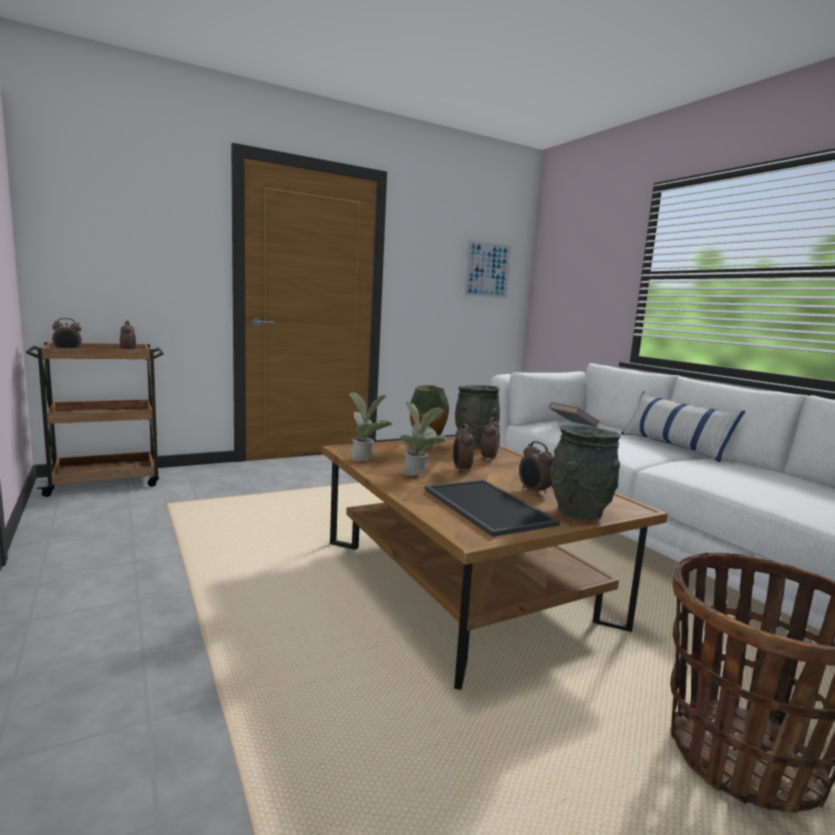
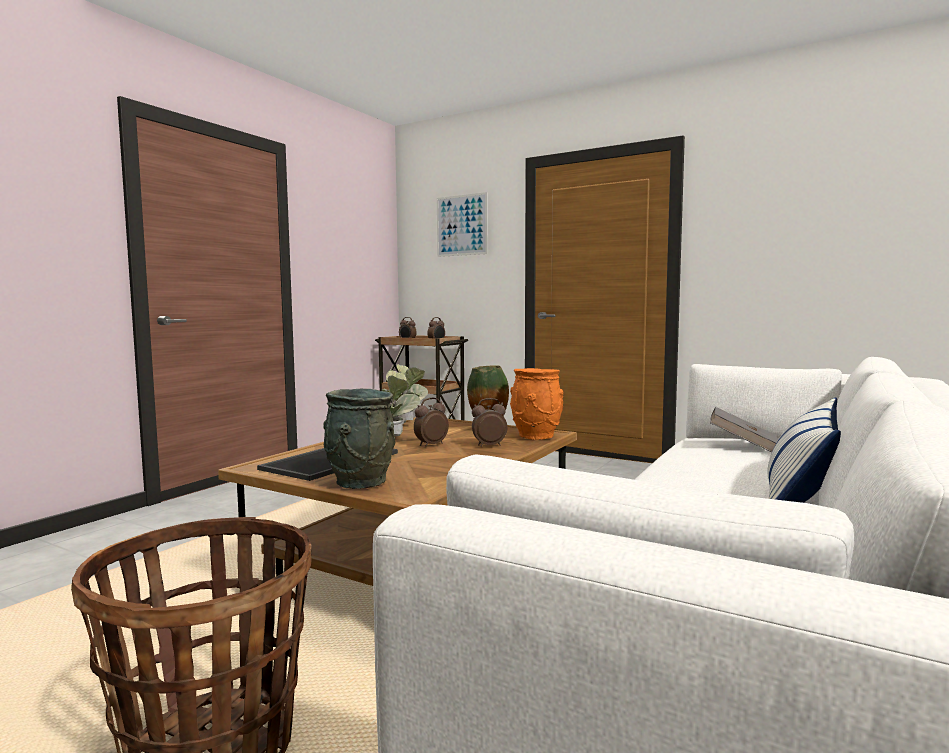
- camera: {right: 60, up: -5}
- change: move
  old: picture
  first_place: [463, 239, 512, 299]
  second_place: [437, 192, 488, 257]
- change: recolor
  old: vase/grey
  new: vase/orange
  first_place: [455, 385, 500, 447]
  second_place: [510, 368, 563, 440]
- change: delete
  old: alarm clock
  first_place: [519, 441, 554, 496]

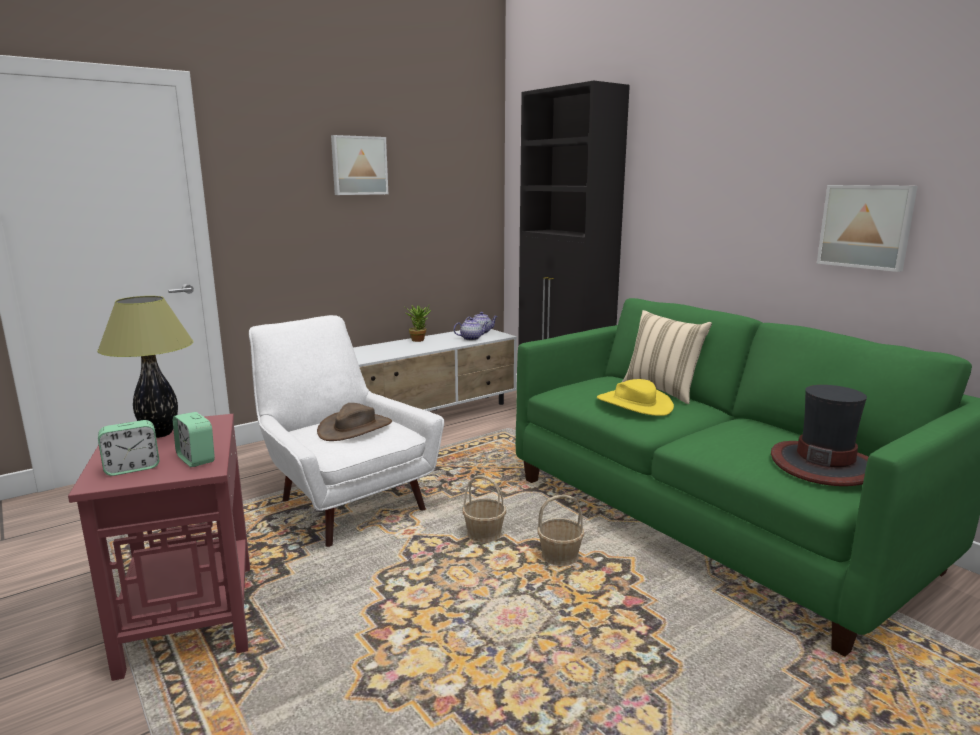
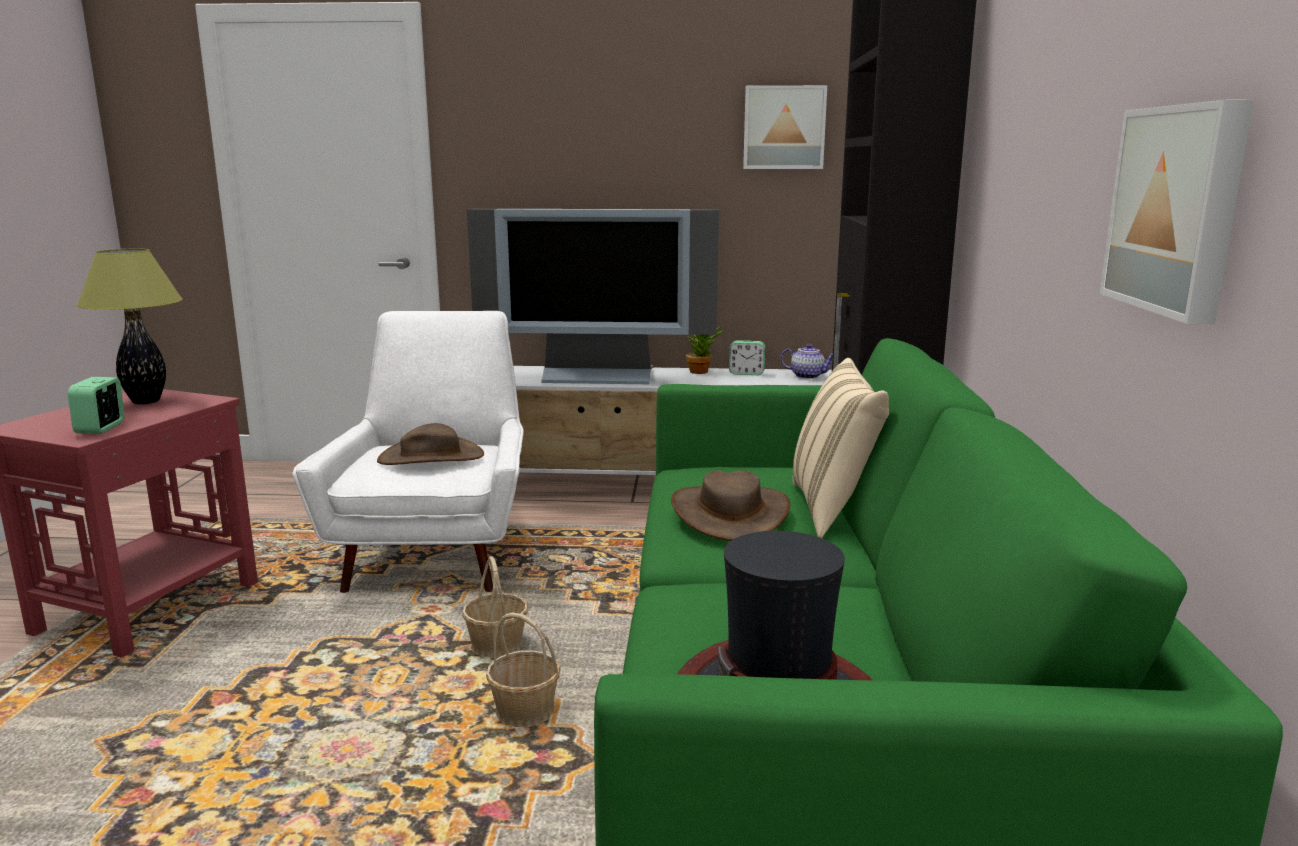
- camera: {right: 40, up: 0}
- change: insert
  new: television
  second_place: [467, 209, 719, 384]
- change: recolor
  old: hat/yellow
  new: hat/brown
  first_place: [597, 379, 674, 416]
  second_place: [671, 470, 790, 541]
- change: move
  old: alarm clock
  first_place: [98, 420, 159, 476]
  second_place: [729, 340, 766, 375]
- change: move
  old: picture
  first_place: [331, 135, 388, 195]
  second_place: [743, 85, 827, 169]
- change: delete
  old: teapot
  first_place: [454, 317, 489, 340]

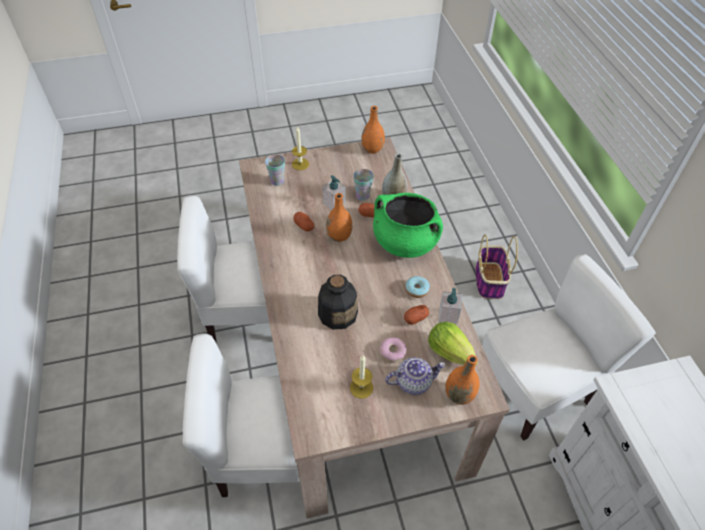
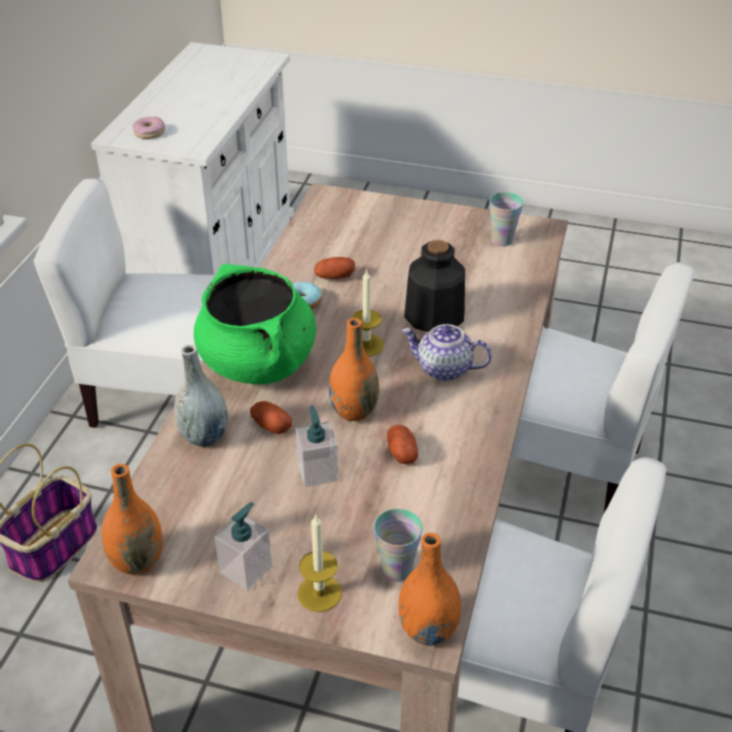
- camera: {right: -150, up: -10}
- change: move
  old: donut
  first_place: [380, 337, 407, 363]
  second_place: [132, 117, 165, 139]
- change: move
  old: soap dispenser
  first_place: [439, 288, 462, 325]
  second_place: [214, 502, 272, 590]
- change: move
  old: candle
  first_place: [350, 355, 373, 399]
  second_place: [352, 269, 384, 357]
- change: move
  old: vase/orange
  first_place: [445, 355, 480, 405]
  second_place: [398, 533, 461, 646]
- change: move
  old: teapot
  first_place: [385, 357, 446, 395]
  second_place: [402, 324, 492, 381]
- change: move
  old: cup
  first_place: [353, 169, 374, 201]
  second_place: [490, 192, 523, 246]
- change: delete
  old: lettuce
  first_place: [428, 322, 478, 365]

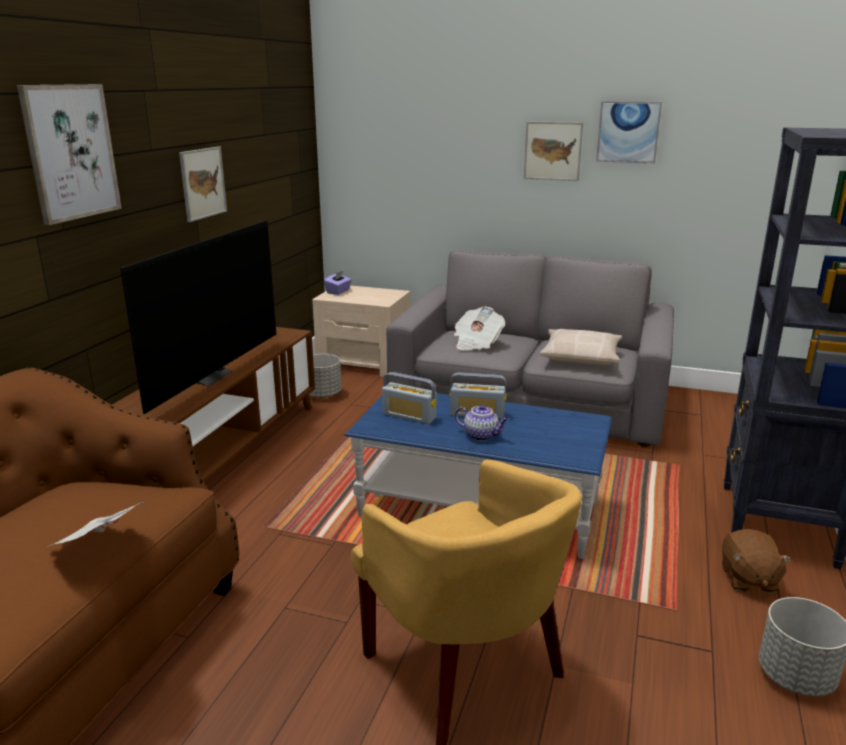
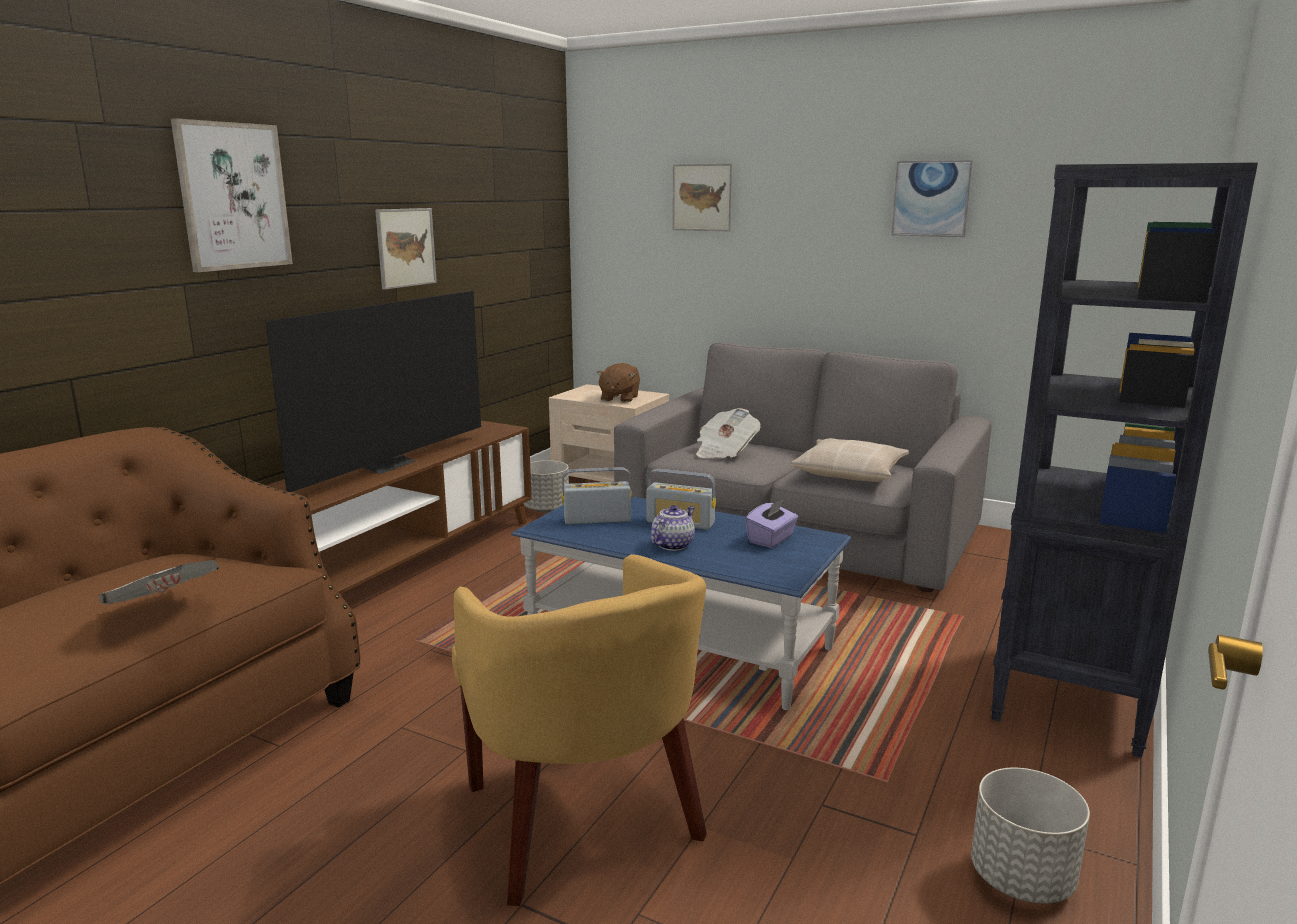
- camera: {right: 10, up: -5}
- change: rotate
  old: radio
  first_place: [382, 372, 437, 424]
  second_place: [562, 467, 632, 524]
  degrees: 135
- change: move
  old: plush toy/brown
  first_place: [722, 529, 792, 593]
  second_place: [596, 363, 640, 403]
- change: rotate
  old: teapot
  first_place: [455, 405, 509, 441]
  second_place: [651, 505, 695, 551]
  degrees: -90
- change: move
  old: picture
  first_place: [524, 121, 583, 181]
  second_place: [672, 163, 733, 231]
- change: move
  old: tissue box/purple
  first_place: [324, 270, 352, 295]
  second_place: [745, 499, 798, 548]

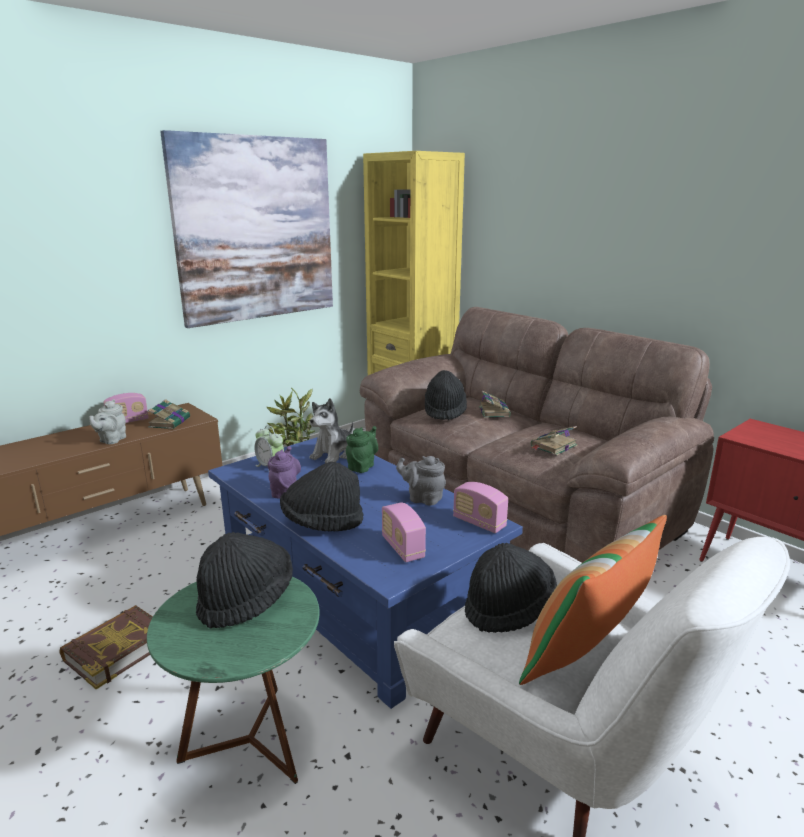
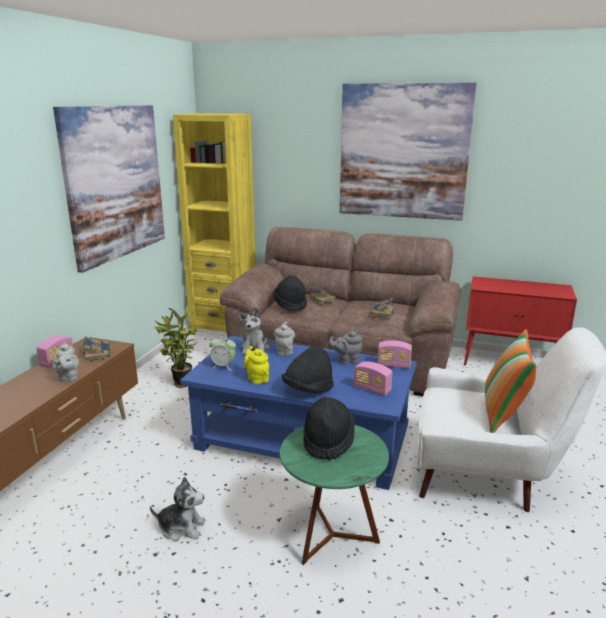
- camera: {right: -30, up: 0}
- change: replace
  old: book
  new: plush toy
  first_place: [59, 605, 153, 689]
  second_place: [150, 477, 206, 541]
- change: recolor
  old: teapot/purple
  new: teapot/yellow
  first_place: [268, 446, 301, 498]
  second_place: [244, 346, 269, 384]
- change: recolor
  old: teapot/green
  new: teapot/grey
  first_place: [346, 426, 378, 473]
  second_place: [273, 322, 295, 356]
- change: insert
  new: picture
  second_place: [340, 82, 477, 221]
- change: delete
  old: hat/black
  first_place: [465, 543, 557, 633]

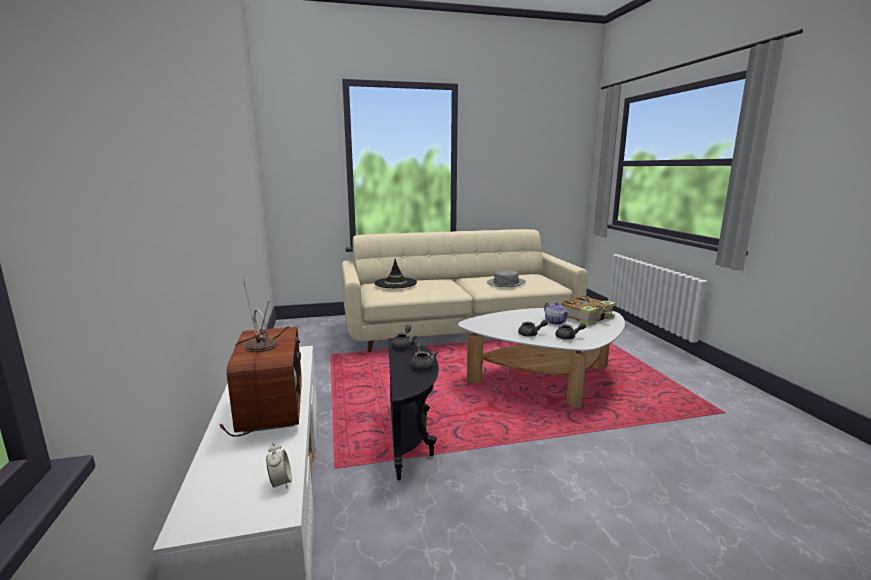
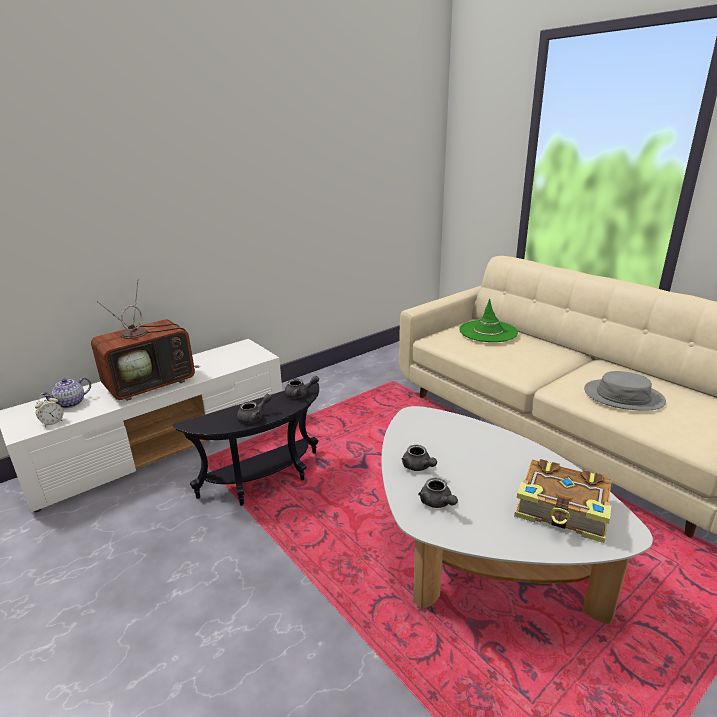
- camera: {right: 65, up: 10}
- change: move
  old: teapot
  first_place: [544, 302, 569, 325]
  second_place: [40, 377, 91, 408]
- change: recolor
  old: hat/black
  new: hat/green
  first_place: [374, 259, 417, 288]
  second_place: [459, 299, 518, 342]

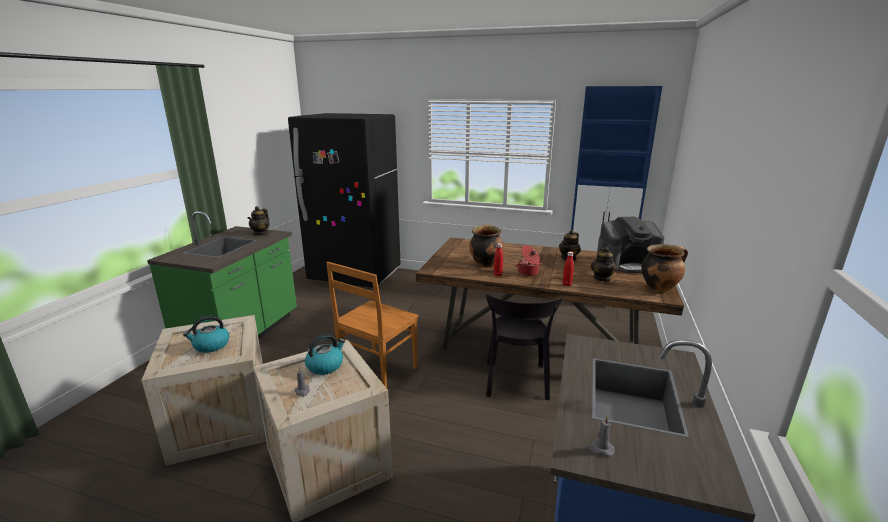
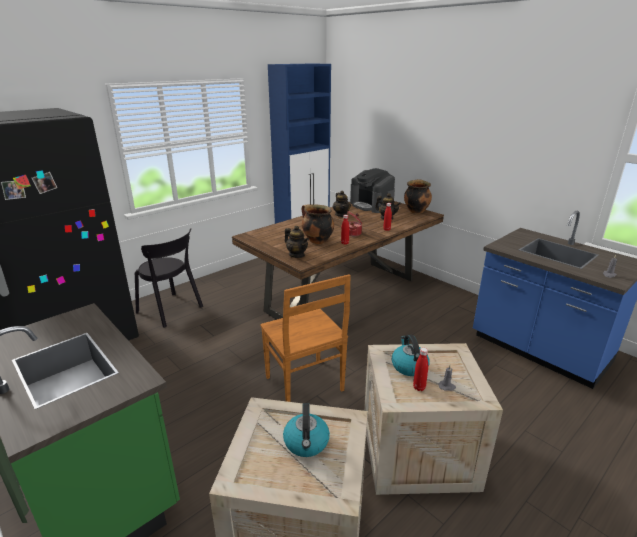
- camera: {right: -60, up: 5}
- change: move
  old: chair/black
  first_place: [486, 294, 562, 400]
  second_place: [135, 228, 203, 328]
- change: move
  old: teapot
  first_place: [247, 206, 269, 235]
  second_place: [285, 226, 309, 258]
- change: rotate
  old: coffee machine
  first_place: [596, 217, 664, 273]
  second_place: [350, 168, 395, 213]
  degrees: 120
- change: insert
  new: bottle/red
  second_place: [413, 348, 428, 391]

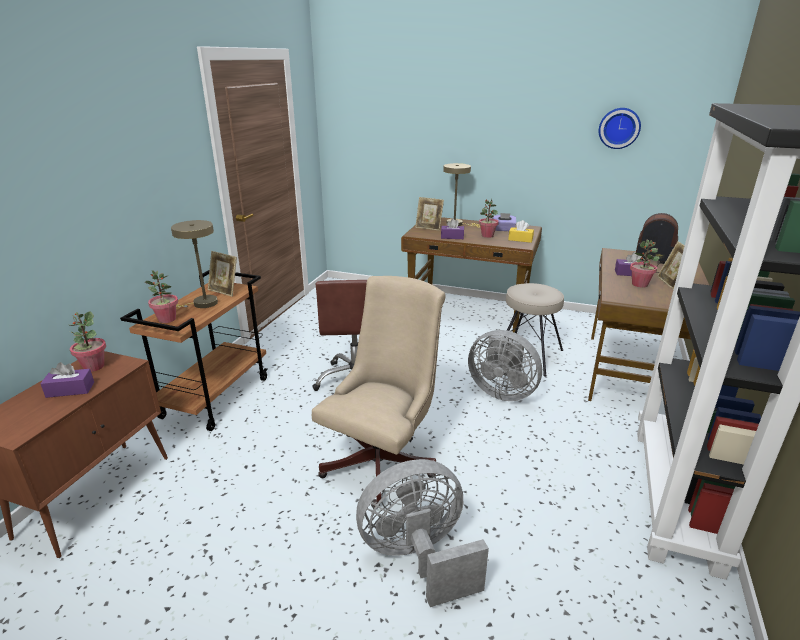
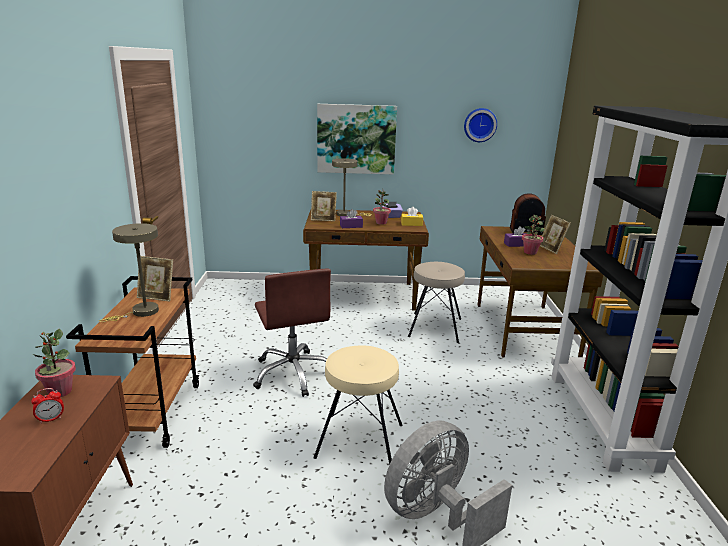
- camera: {right: -20, up: -5}
- change: replace
  old: tissue box/purple
  new: alarm clock
  first_place: [40, 362, 94, 398]
  second_place: [31, 388, 64, 423]
- change: replace
  old: office chair/beige
  new: stool/beige
  first_place: [312, 276, 446, 508]
  second_place: [313, 346, 403, 465]
- change: insert
  new: picture
  second_place: [317, 104, 397, 175]
- change: delete
  old: potted plant
  first_place: [145, 270, 178, 323]
- change: delete
  old: fan/grey
  first_place: [468, 330, 542, 401]

